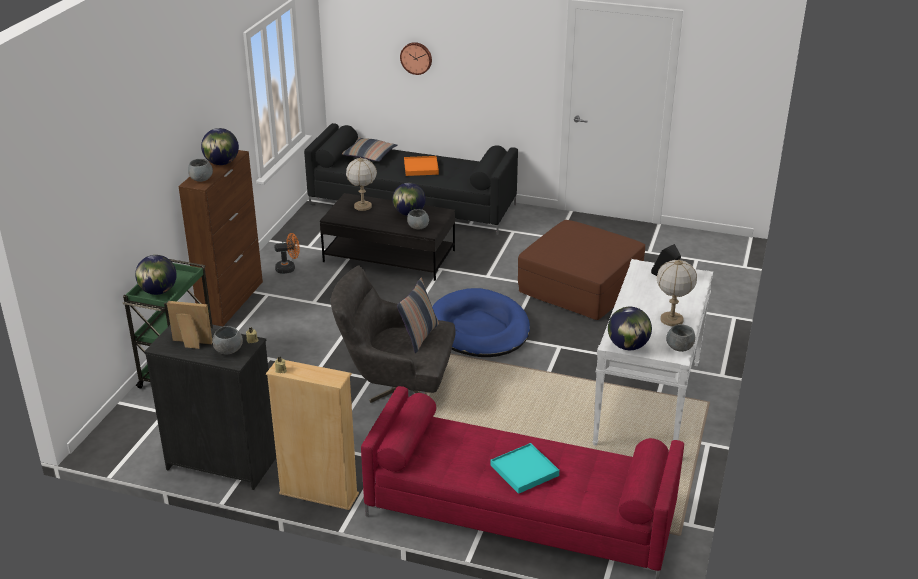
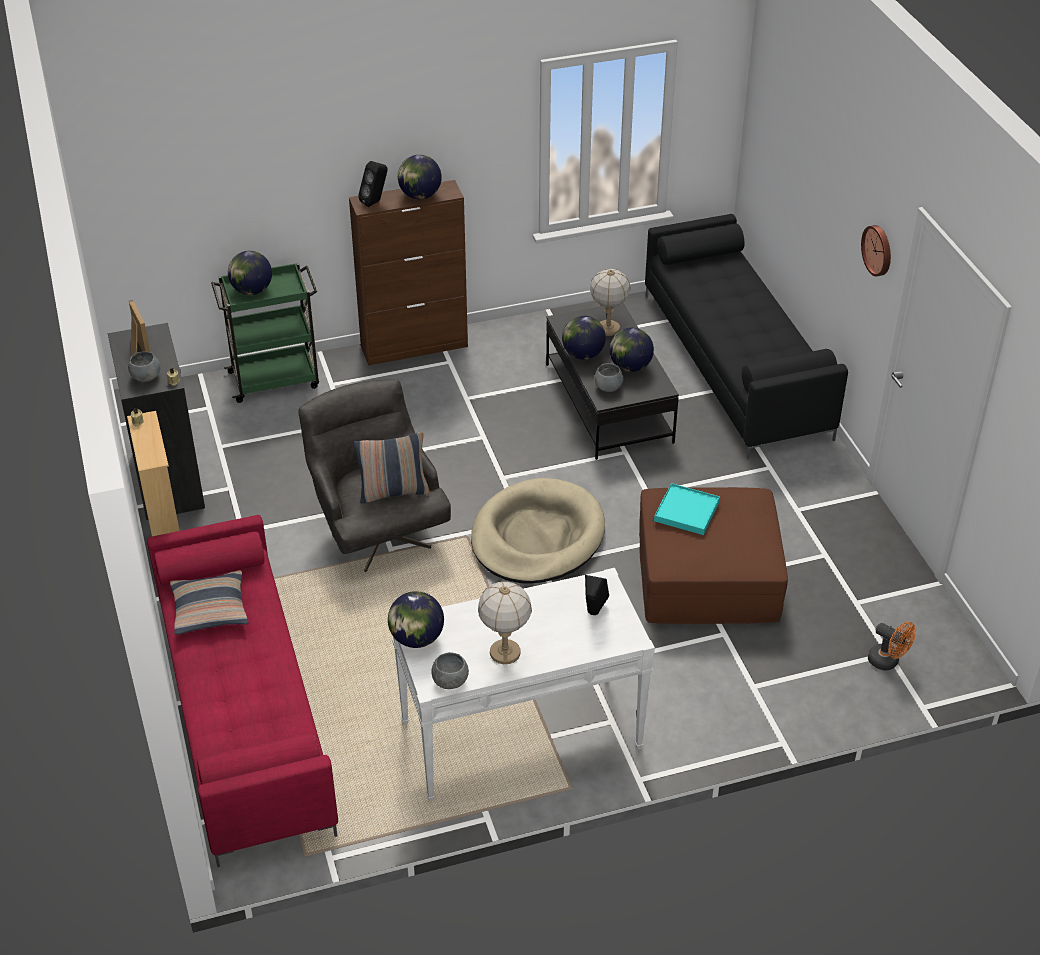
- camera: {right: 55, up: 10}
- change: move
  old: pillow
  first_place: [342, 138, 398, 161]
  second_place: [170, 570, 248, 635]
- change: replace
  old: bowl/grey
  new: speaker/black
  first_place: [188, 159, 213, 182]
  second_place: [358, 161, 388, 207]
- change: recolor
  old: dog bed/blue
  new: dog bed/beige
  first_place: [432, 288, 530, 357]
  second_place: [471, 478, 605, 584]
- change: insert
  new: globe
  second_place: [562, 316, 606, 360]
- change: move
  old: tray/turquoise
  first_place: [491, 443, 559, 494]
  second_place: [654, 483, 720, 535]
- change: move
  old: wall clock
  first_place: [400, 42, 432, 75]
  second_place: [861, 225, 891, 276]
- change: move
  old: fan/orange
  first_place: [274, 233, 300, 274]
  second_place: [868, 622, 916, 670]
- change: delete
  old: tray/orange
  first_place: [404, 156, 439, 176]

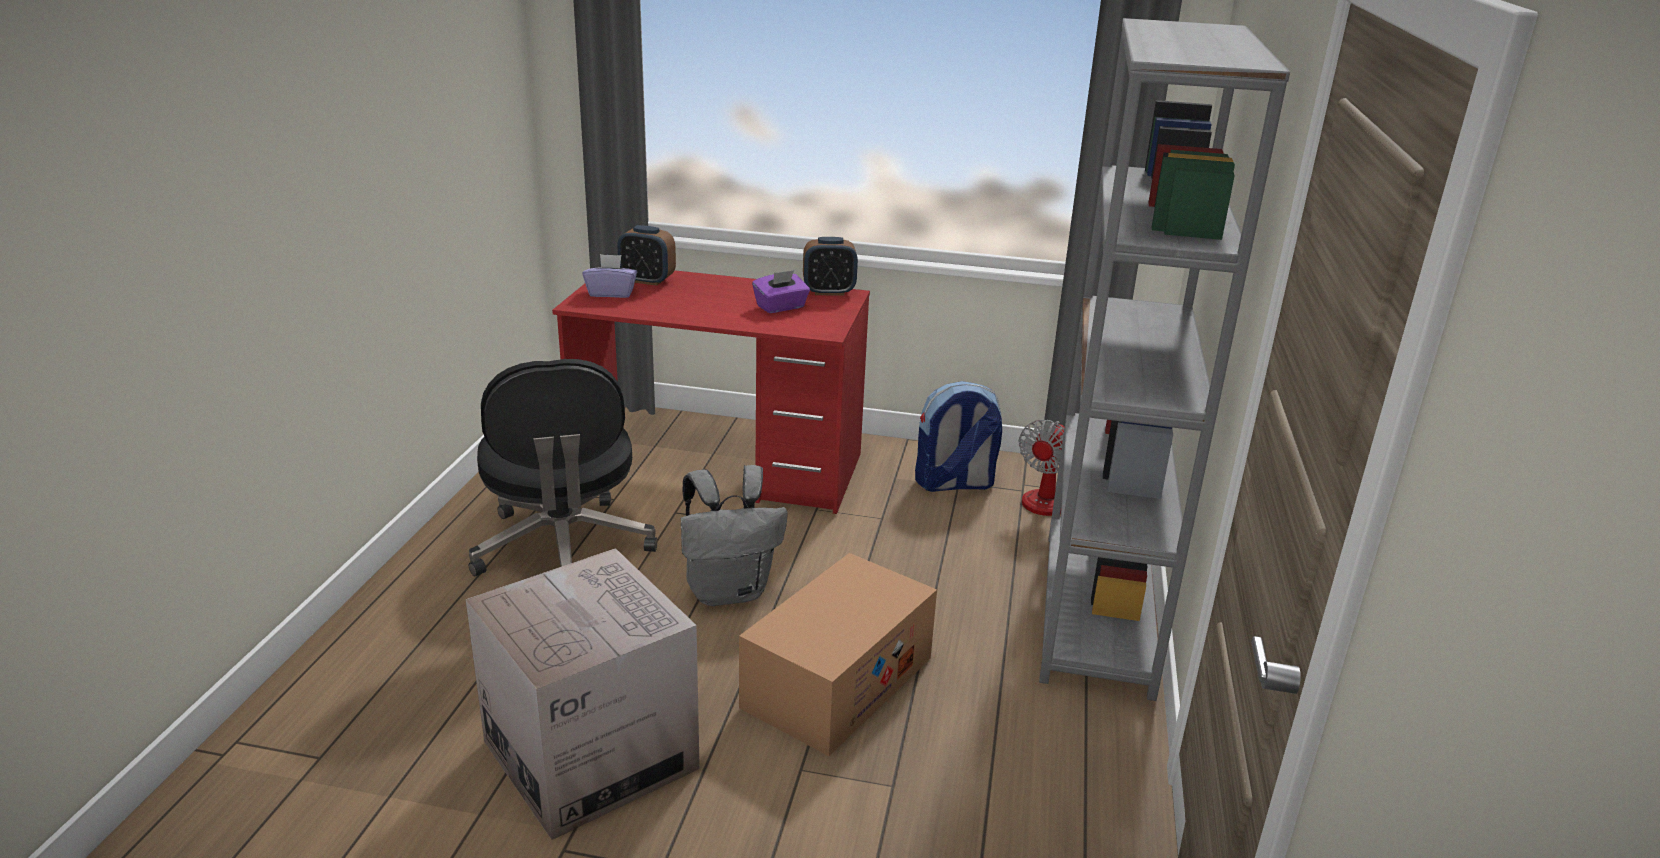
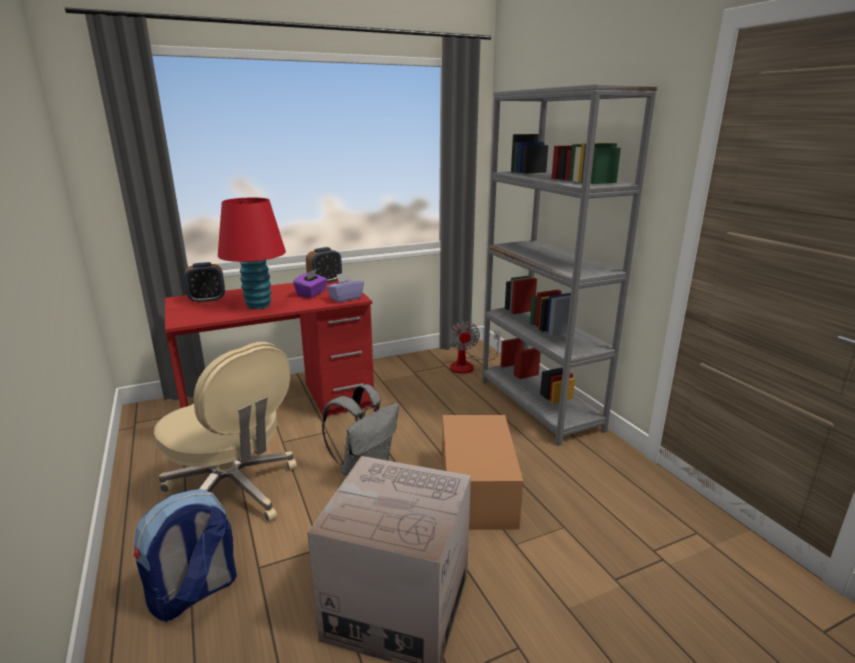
- camera: {right: -35, up: -5}
- change: move
  old: backpack
  first_place: [915, 381, 1002, 492]
  second_place: [134, 489, 237, 622]
- change: recolor
  old: office chair/black
  new: office chair/beige
  first_place: [469, 359, 657, 576]
  second_place: [154, 342, 297, 522]
- change: insert
  new: table lamp/red
  second_place: [218, 198, 286, 309]
- change: move
  old: tissue box/purple
  first_place: [582, 254, 637, 298]
  second_place: [327, 272, 364, 303]

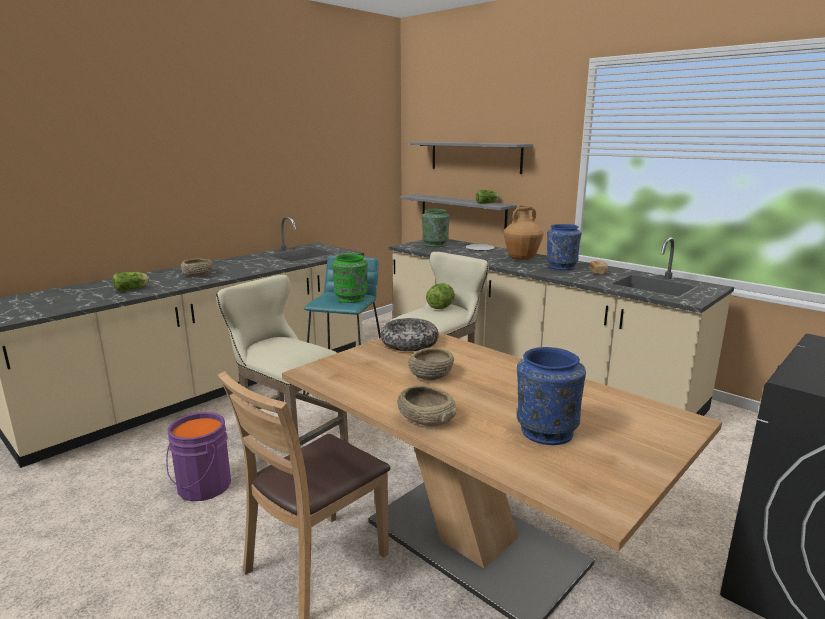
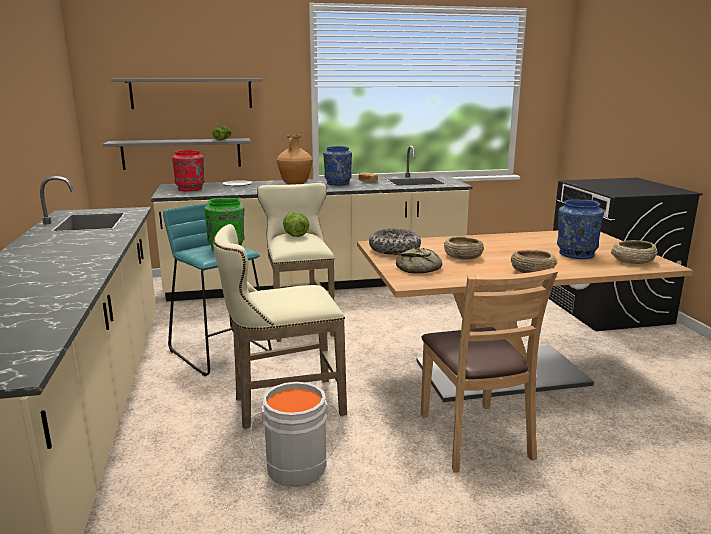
- camera: {right: -55, up: 0}
- change: recolor
  old: vase/green
  new: vase/red
  first_place: [422, 209, 450, 247]
  second_place: [172, 150, 204, 191]
- change: recolor
  old: bucket/purple
  new: bucket/grey
  first_place: [166, 412, 231, 501]
  second_place: [250, 382, 341, 487]
- change: insert
  new: bread
  second_place: [396, 247, 442, 273]
- change: move
  old: bowl/beige
  first_place: [181, 258, 213, 276]
  second_place: [611, 240, 658, 264]
- change: delete
  old: lettuce
  first_place: [112, 272, 149, 292]

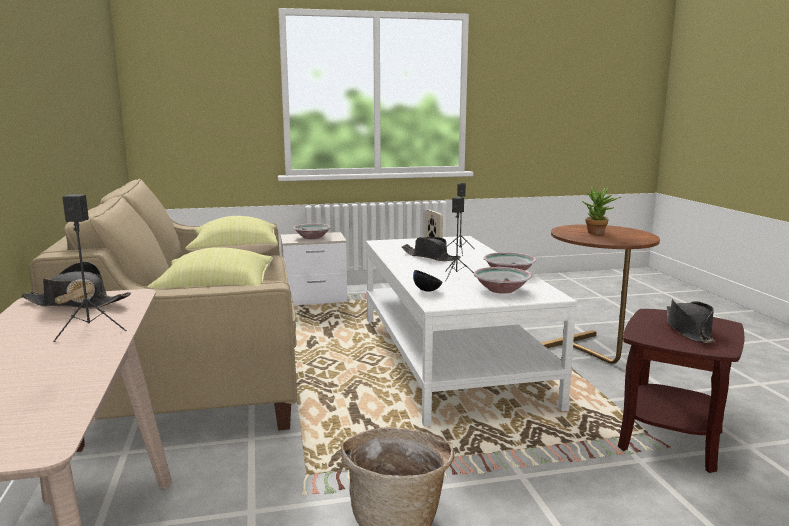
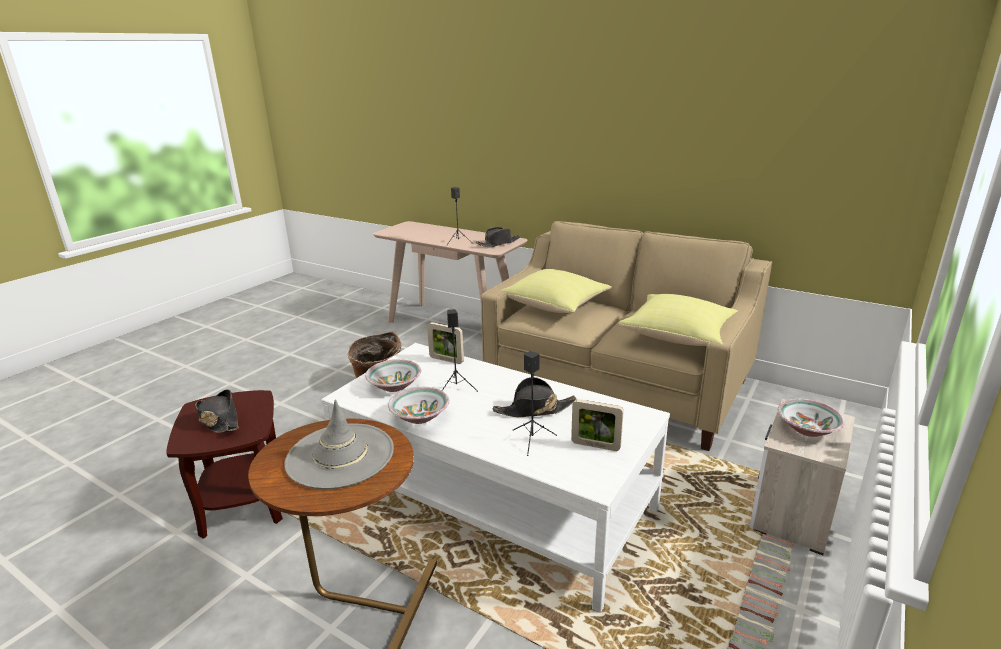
- camera: {right: 135, up: 10}
- change: replace
  old: potted plant
  new: hat/grey
  first_place: [582, 187, 621, 235]
  second_place: [284, 399, 394, 489]
- change: replace
  old: bowl/black
  new: picture frame
  first_place: [413, 270, 443, 292]
  second_place: [427, 322, 464, 364]

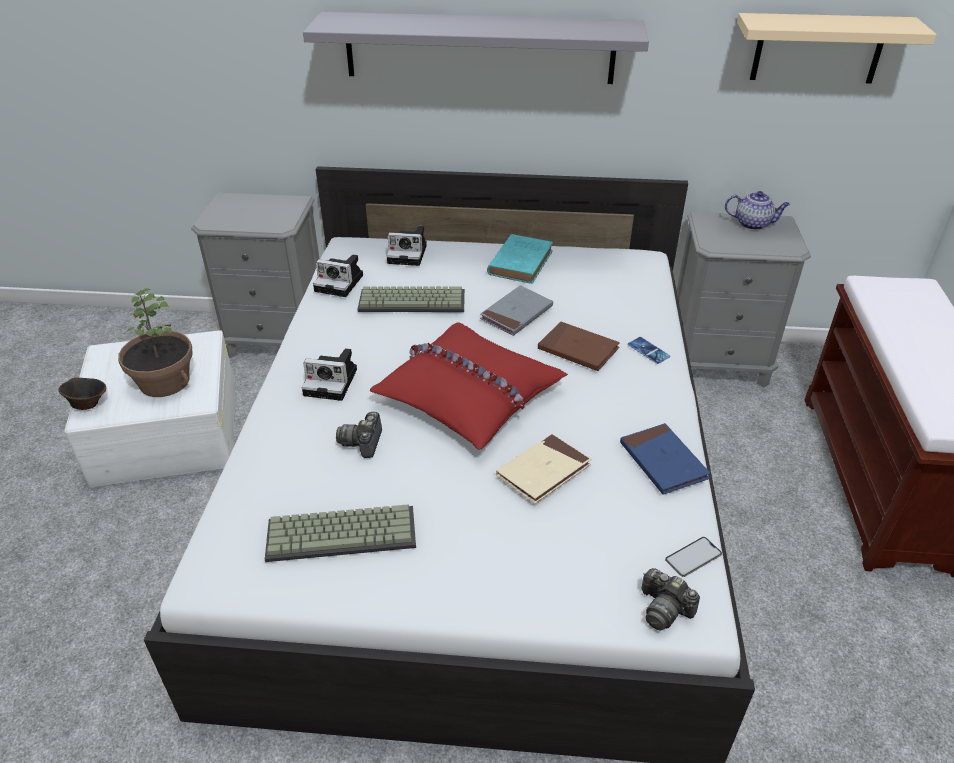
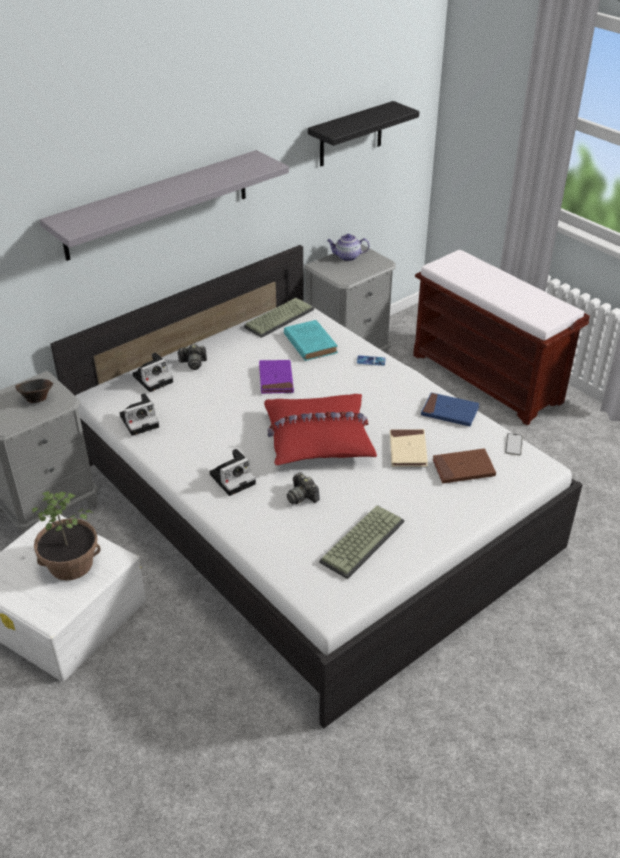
- camera: {right: -45, up: 0}
- change: move
  old: bowl/brown
  first_place: [58, 377, 106, 410]
  second_place: [15, 379, 54, 403]
- change: move
  old: photo camera
  first_place: [642, 568, 700, 630]
  second_place: [177, 344, 207, 370]
- change: move
  old: keyboard
  first_place: [357, 286, 465, 312]
  second_place: [244, 298, 314, 338]
- change: recolor
  old: book/grey
  new: book/purple
  first_place: [480, 285, 553, 336]
  second_place: [259, 360, 294, 394]
- change: move
  old: book/turquoise
  first_place: [487, 234, 553, 284]
  second_place: [284, 320, 338, 361]
- change: recolor
  old: shelf/beige
  new: shelf/black
  first_place: [737, 13, 937, 84]
  second_place: [308, 101, 419, 166]
- change: rotate
  old: teapot
  first_place: [725, 191, 790, 230]
  second_place: [327, 234, 370, 261]
  degrees: -150
- change: move
  old: book/brown
  first_place: [538, 322, 620, 371]
  second_place: [433, 448, 496, 484]

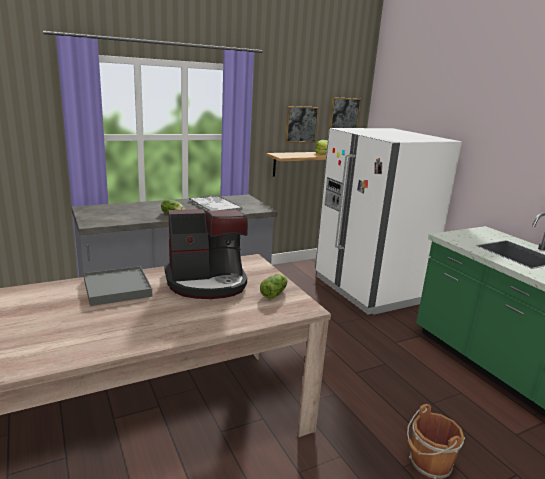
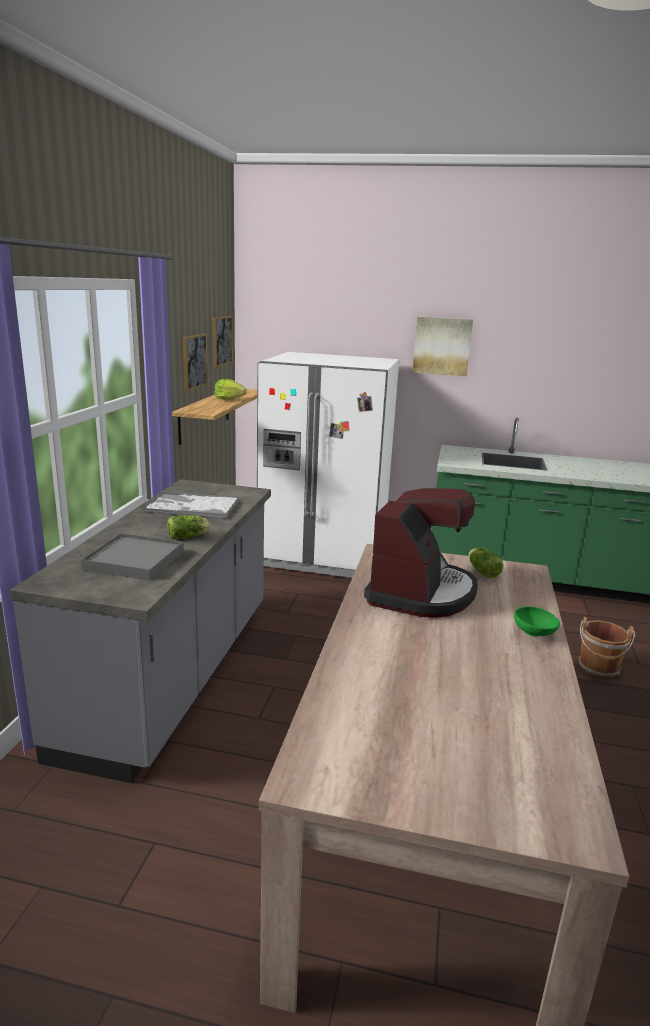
- camera: {right: -50, up: 0}
- change: move
  old: tray/grey
  first_place: [84, 266, 152, 306]
  second_place: [81, 533, 184, 580]
- change: insert
  new: picture
  second_place: [412, 317, 473, 376]
- change: insert
  new: bowl/green
  second_place: [514, 606, 560, 636]

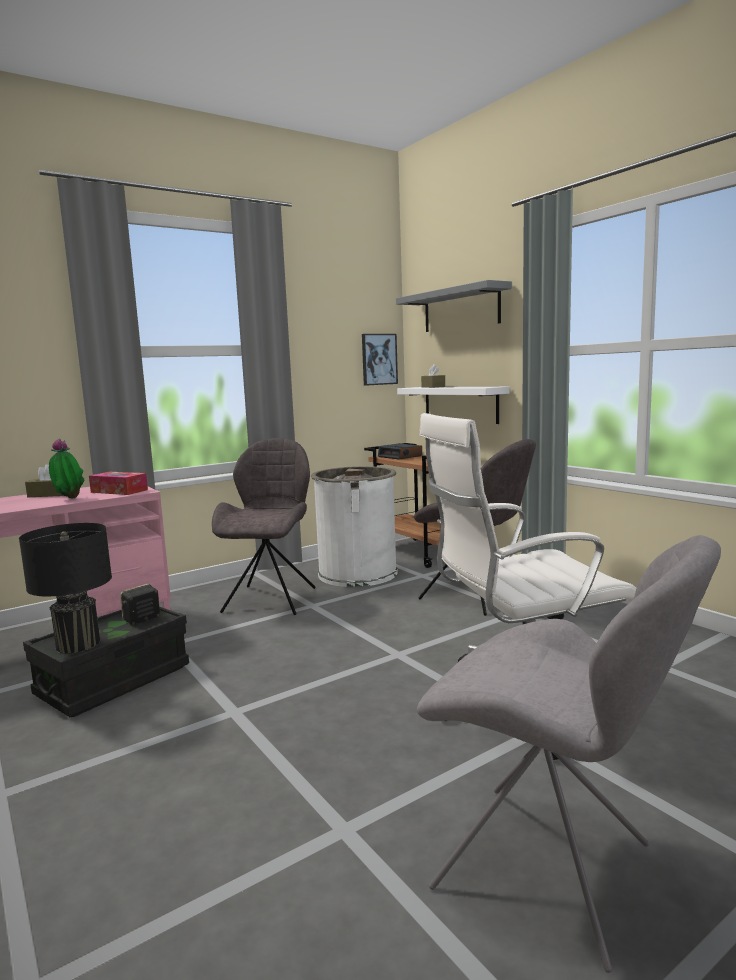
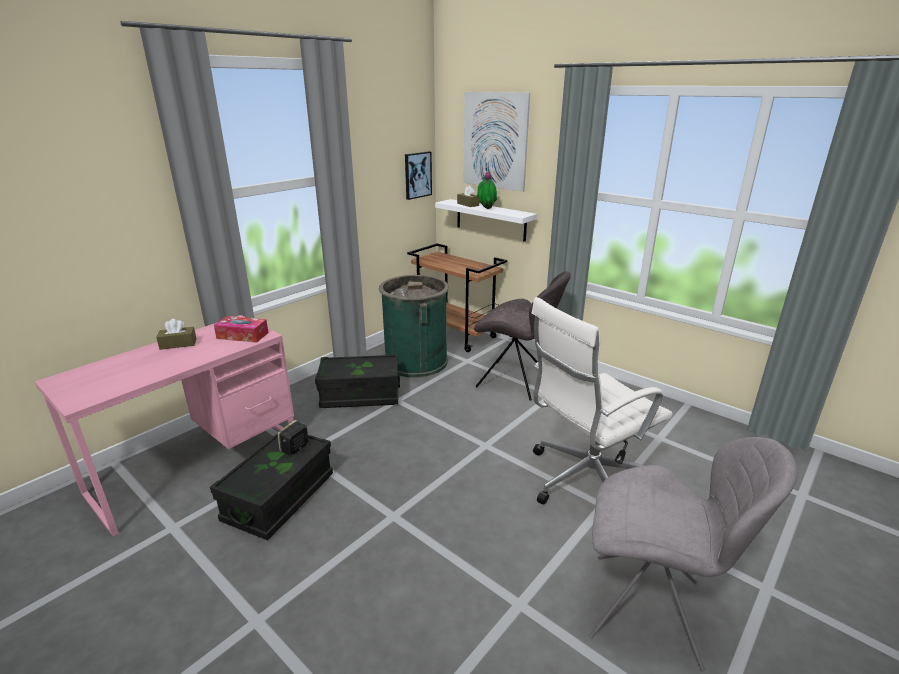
- camera: {right: -15, up: 15}
- change: replace
  old: chair/grey
  new: storage box/black
  first_place: [212, 438, 316, 615]
  second_place: [315, 354, 400, 408]
- change: recolor
  old: trash can/white
  new: trash can/green
  first_place: [311, 466, 398, 587]
  second_place: [379, 275, 449, 378]
- change: replace
  old: shelf/grey
  new: picture
  first_place: [396, 280, 512, 332]
  second_place: [464, 92, 530, 192]
- change: move
  old: potted plant
  first_place: [49, 439, 84, 498]
  second_place: [477, 172, 497, 209]
- change: delete
  old: table lamp/black
  first_place: [19, 523, 112, 654]
- change: delete
  old: alarm clock
  first_place: [378, 443, 422, 459]

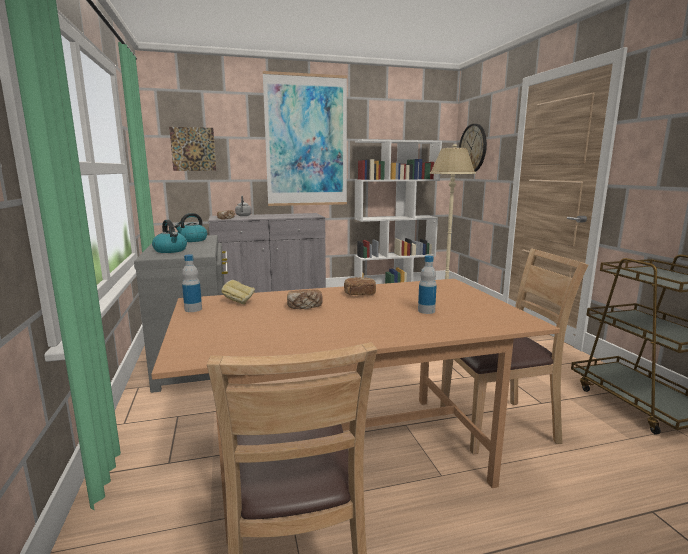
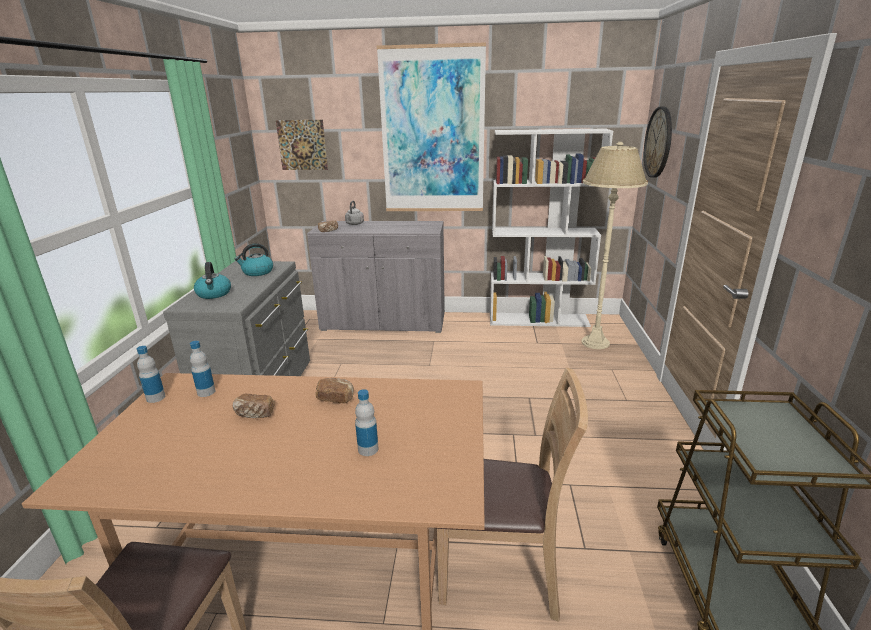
- camera: {right: 20, up: 10}
- change: replace
  old: bread
  new: bottle
  first_place: [221, 280, 255, 304]
  second_place: [190, 341, 216, 397]

